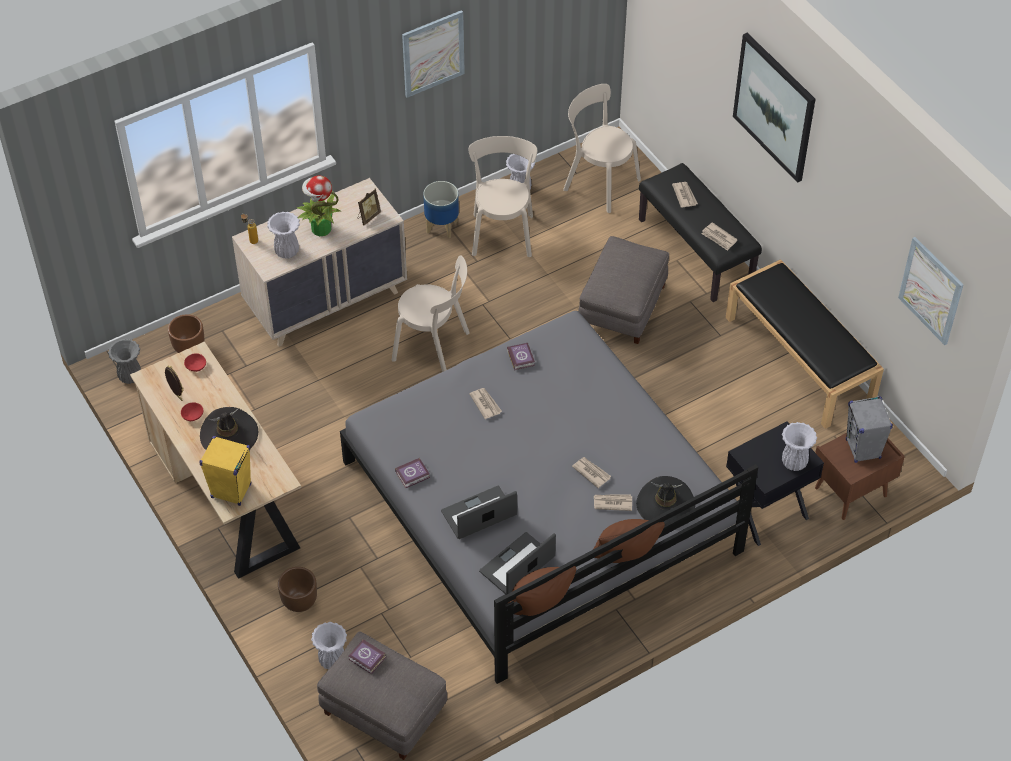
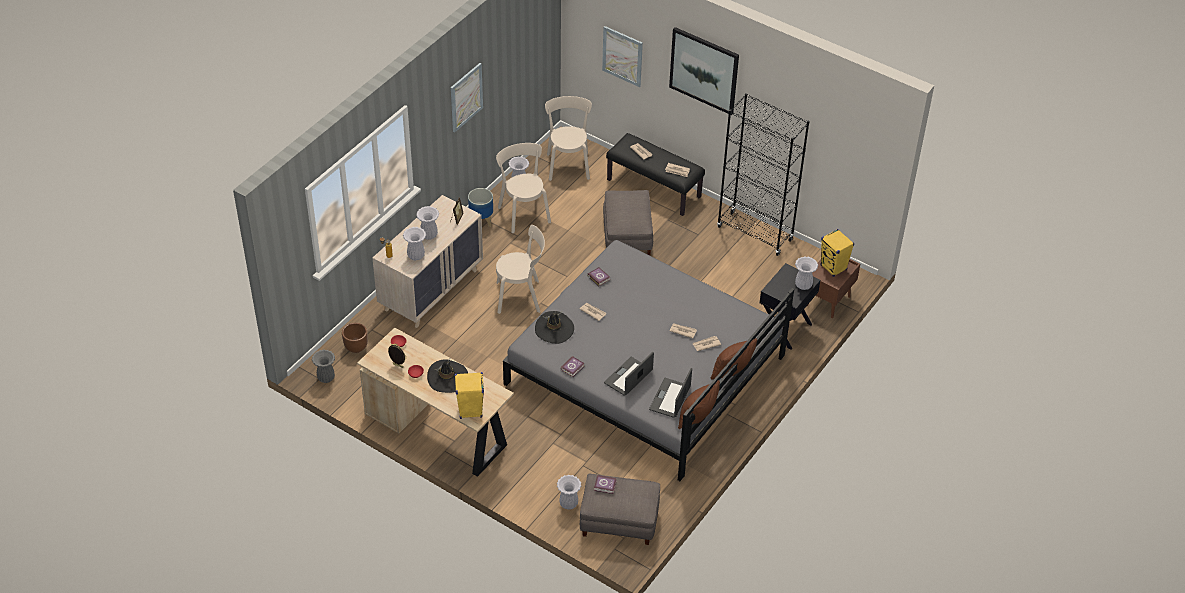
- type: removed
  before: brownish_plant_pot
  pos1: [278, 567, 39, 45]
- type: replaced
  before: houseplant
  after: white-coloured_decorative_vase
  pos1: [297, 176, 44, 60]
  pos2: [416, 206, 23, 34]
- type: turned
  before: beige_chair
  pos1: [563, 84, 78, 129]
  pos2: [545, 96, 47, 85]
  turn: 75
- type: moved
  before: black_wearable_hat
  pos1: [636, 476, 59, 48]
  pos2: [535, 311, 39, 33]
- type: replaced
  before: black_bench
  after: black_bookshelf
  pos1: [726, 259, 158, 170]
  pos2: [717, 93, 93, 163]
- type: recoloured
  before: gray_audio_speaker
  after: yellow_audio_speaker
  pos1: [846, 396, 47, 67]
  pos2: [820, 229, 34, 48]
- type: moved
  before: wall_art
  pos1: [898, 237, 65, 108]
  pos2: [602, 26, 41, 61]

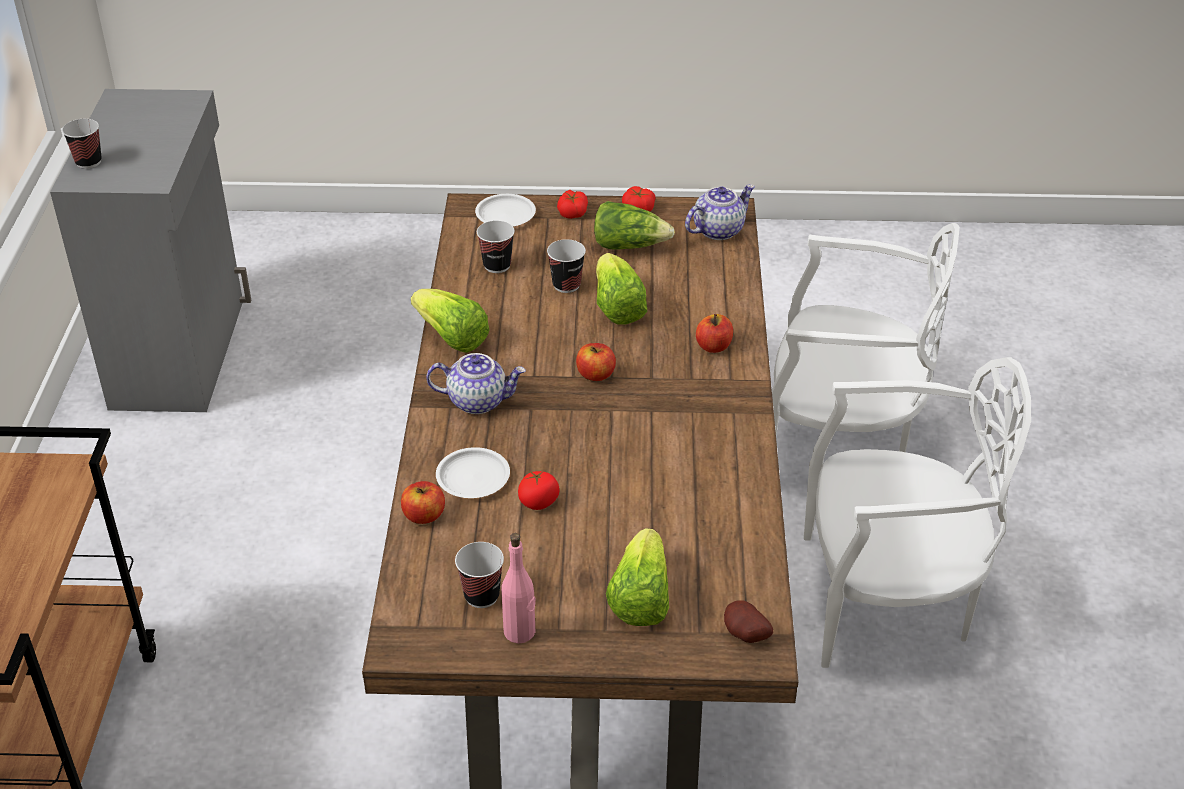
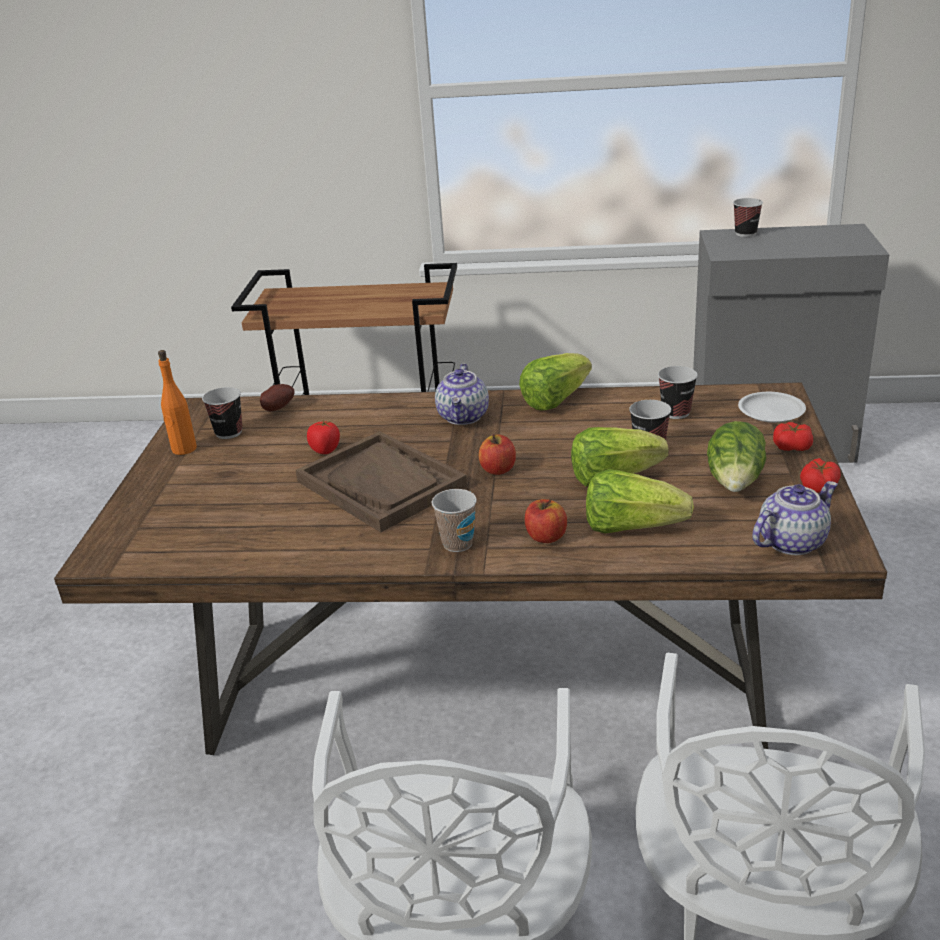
- type: removed
  before: whole_apple
  pos1: [401, 481, 44, 43]
- type: removed
  before: white-coloured_dinner_plate
  pos1: [436, 447, 74, 51]
- type: recoloured
  before: pink-coloured_beverage_bottle
  after: orange_beverage_bottle
  pos1: [501, 533, 35, 110]
  pos2: [158, 350, 39, 105]
- type: moved
  before: lettuce
  pos1: [606, 528, 63, 98]
  pos2: [586, 469, 108, 65]
- type: turned
  before: teapot
  pos1: [685, 184, 70, 56]
  pos2: [752, 481, 86, 74]
  turn: -90
- type: moved
  before: potato
  pos1: [724, 600, 49, 43]
  pos2: [260, 384, 34, 28]
- type: added
  after: brownish_tray
  pos2: [296, 431, 171, 101]
- type: added
  after: cup
  pos2: [432, 489, 45, 63]

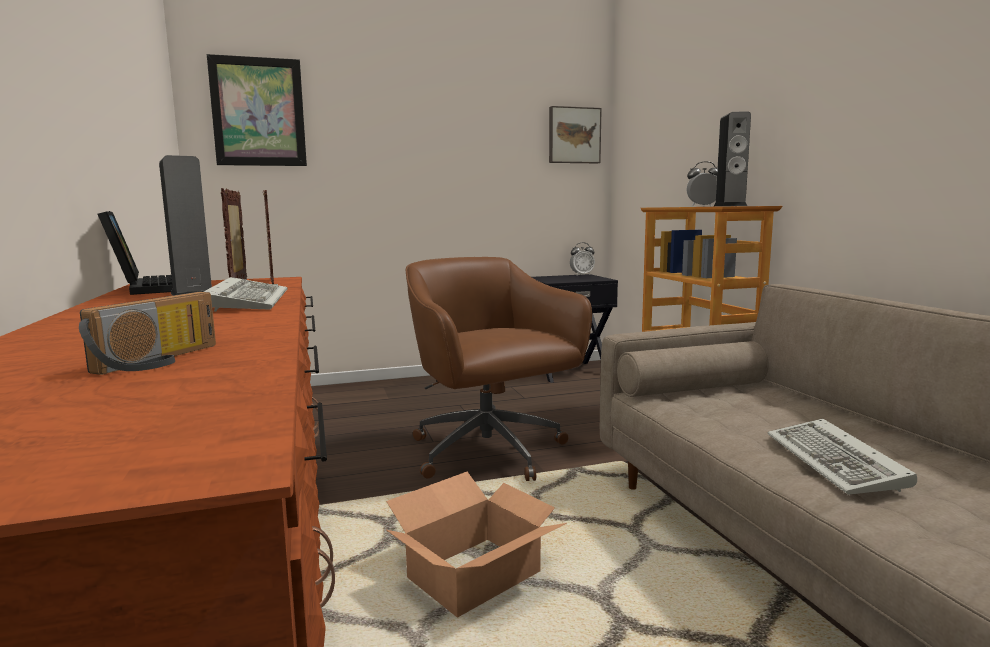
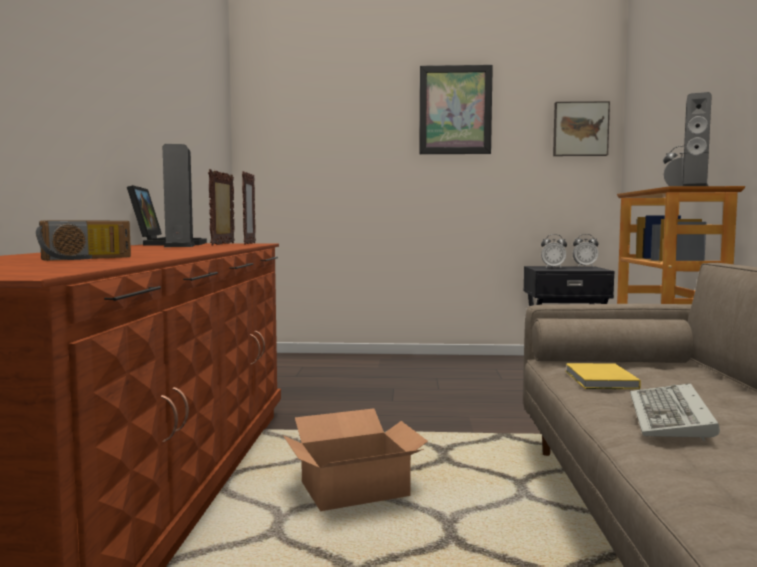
- type: removed
  before: keyboard
  pos1: [204, 277, 83, 35]
- type: moved
  before: wall_art
  pos1: [207, 54, 100, 112]
  pos2: [419, 65, 74, 89]
- type: removed
  before: brownish_desk_chair
  pos1: [406, 257, 186, 224]
- type: added
  after: bedside_clock
  pos2: [541, 234, 26, 34]
- type: added
  after: yellow_volume
  pos2: [565, 363, 76, 26]

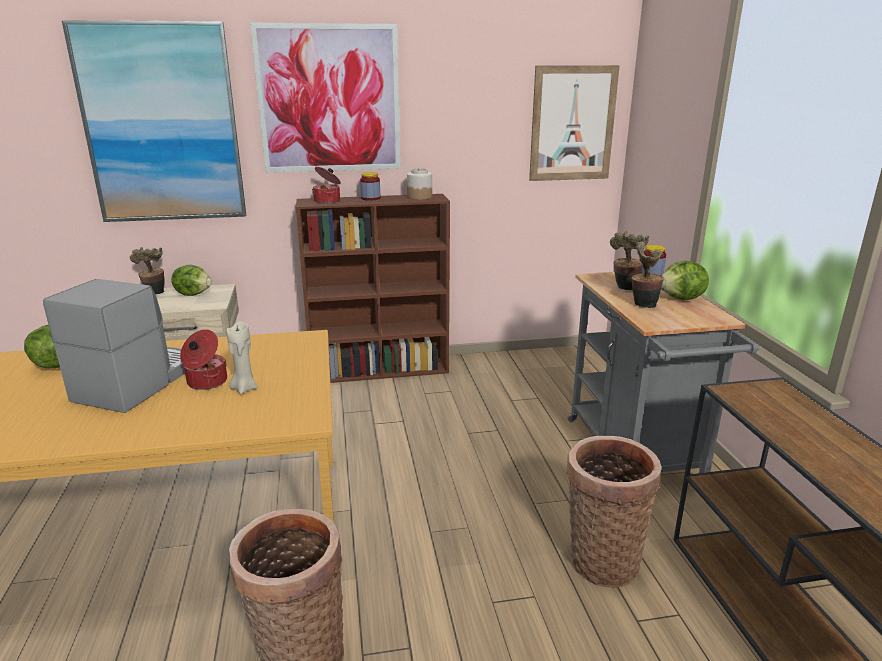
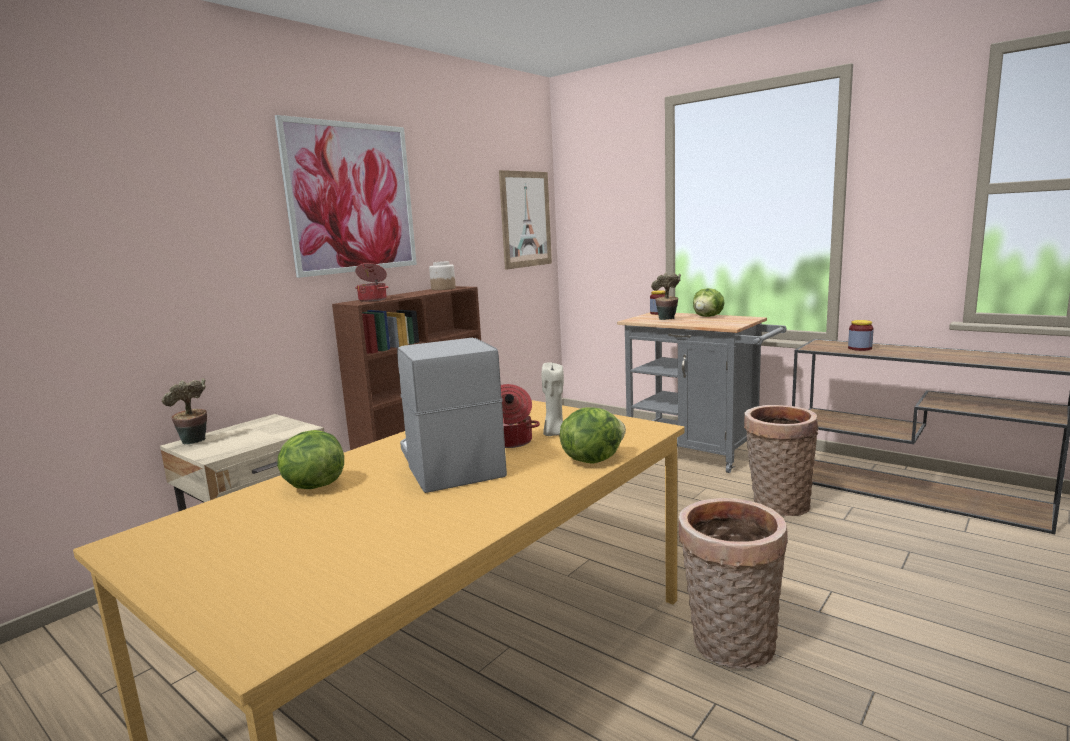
- type: removed
  before: wall_art
  pos1: [62, 20, 184, 202]
- type: moved
  before: lettuce
  pos1: [171, 264, 41, 32]
  pos2: [560, 407, 66, 57]
- type: moved
  before: preserve_jar
  pos1: [360, 172, 20, 28]
  pos2: [848, 320, 26, 31]
- type: removed
  before: houseplant
  pos1: [631, 241, 33, 67]

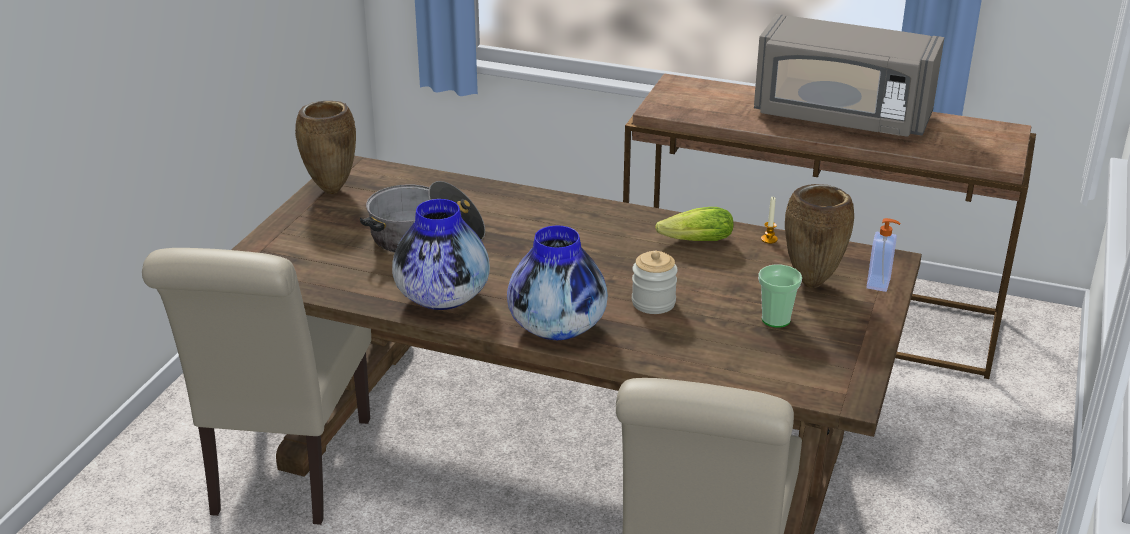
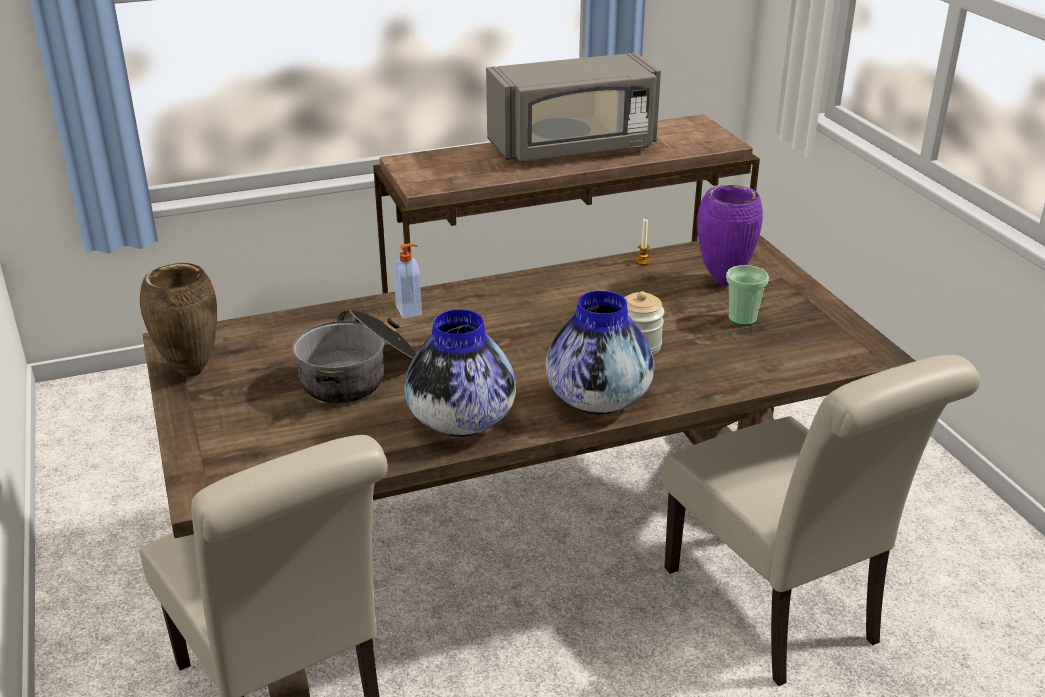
- type: removed
  before: lettuce
  pos1: [655, 207, 79, 34]
- type: recoloured
  before: brownish_decorative_vase
  after: purple-coloured_decorative_vase
  pos1: [785, 184, 69, 104]
  pos2: [697, 185, 66, 100]
- type: moved
  before: soap_dispenser
  pos1: [867, 218, 33, 74]
  pos2: [393, 243, 29, 75]

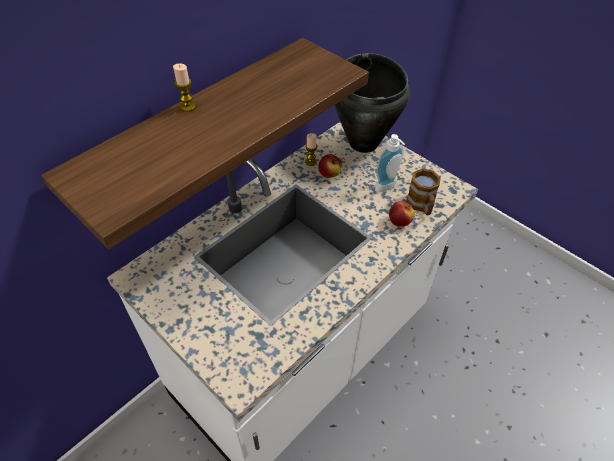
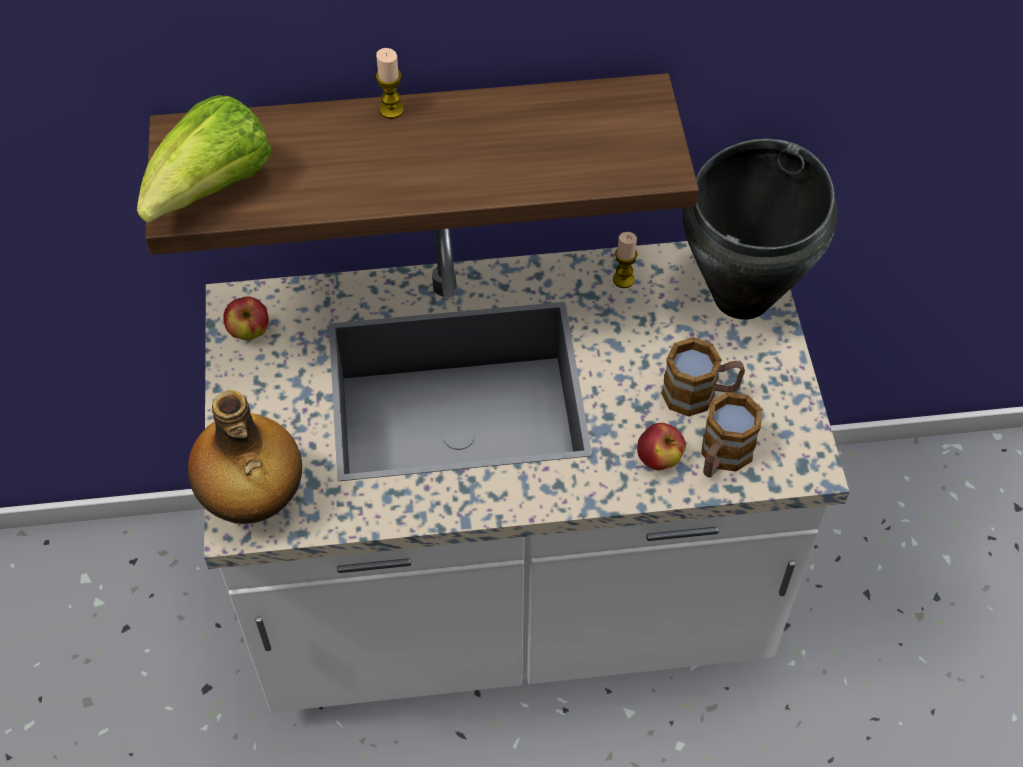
- type: moved
  before: whole_apple
  pos1: [318, 154, 24, 24]
  pos2: [223, 296, 46, 45]
- type: replaced
  before: soap_dispenser
  after: tea_mug
  pos1: [375, 134, 30, 58]
  pos2: [661, 337, 84, 80]
- type: added
  after: lettuce
  pos2: [137, 95, 134, 128]
- type: added
  after: beverage_bottle
  pos2: [188, 390, 114, 134]

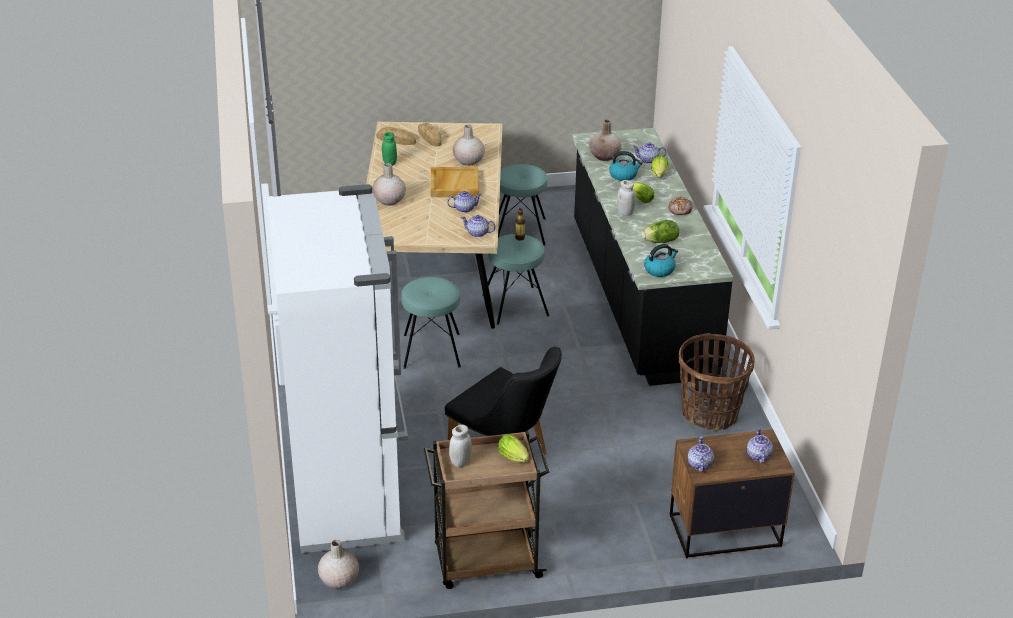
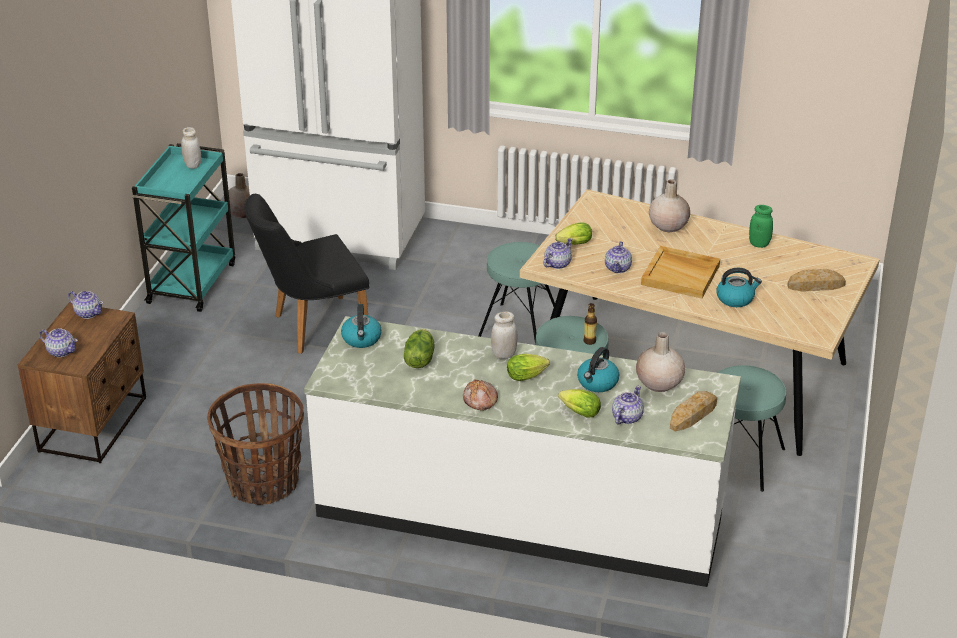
- type: moved
  before: bread
  pos1: [376, 127, 40, 18]
  pos2: [670, 391, 47, 40]
- type: recoloured
  before: brownish_cart
  after: turquoise-coloured_cart
  pos1: [424, 431, 125, 158]
  pos2: [132, 143, 103, 169]
- type: replaced
  before: beige_decorative_vase
  after: tea_kettle
  pos1: [453, 125, 32, 41]
  pos2: [717, 268, 45, 39]
- type: moved
  before: lettuce
  pos1: [498, 434, 32, 28]
  pos2: [555, 222, 37, 23]
- type: recoloured
  before: black_kitchen_base_unit
  after: white-coloured_kitchen_base_unit
  pos1: [572, 128, 161, 258]
  pos2: [304, 316, 437, 271]

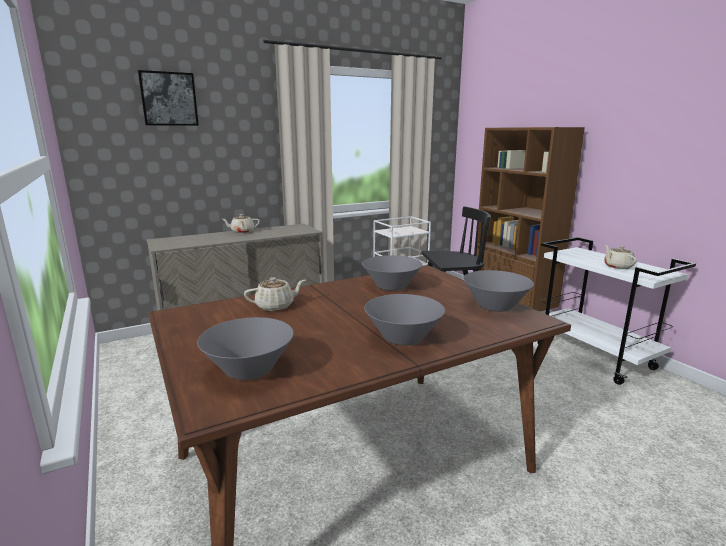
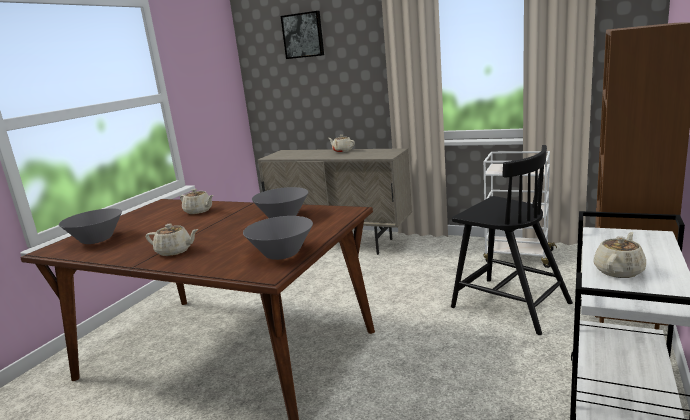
- type: replaced
  before: gray_bowl
  after: beige_teapot
  pos1: [364, 294, 81, 51]
  pos2: [146, 223, 53, 33]

